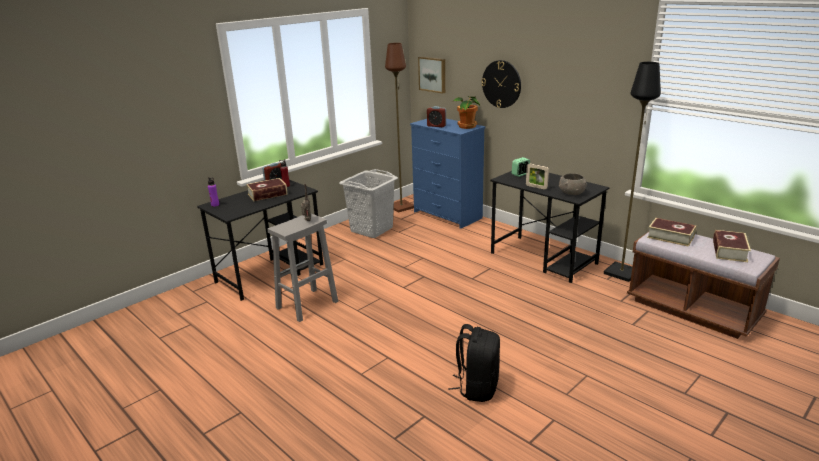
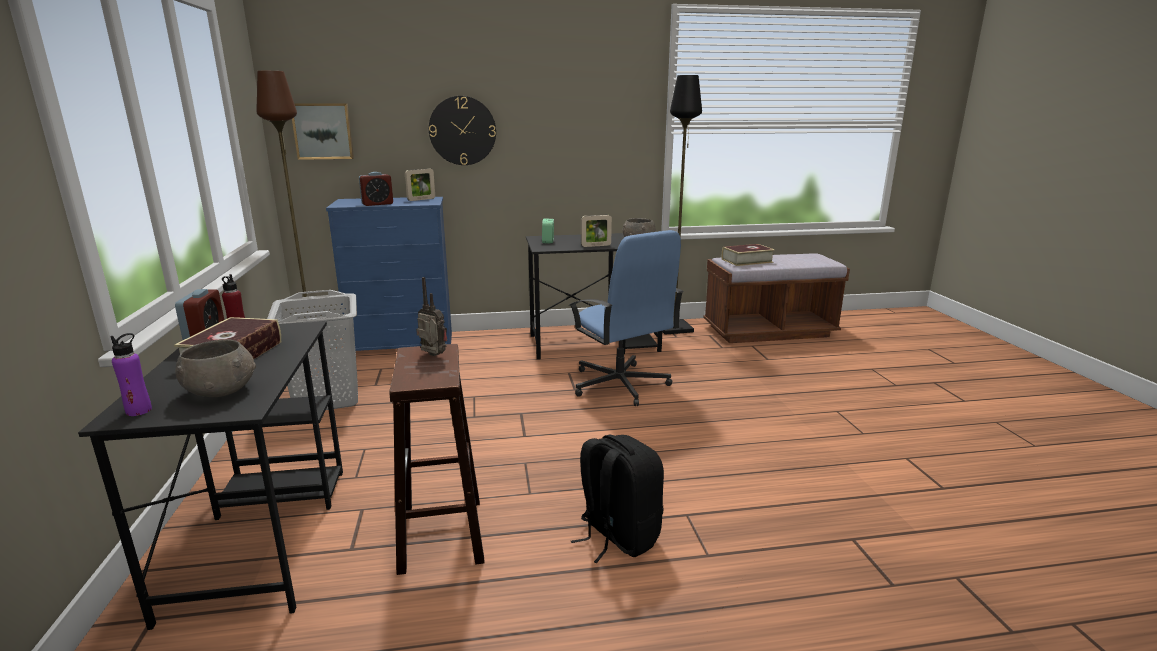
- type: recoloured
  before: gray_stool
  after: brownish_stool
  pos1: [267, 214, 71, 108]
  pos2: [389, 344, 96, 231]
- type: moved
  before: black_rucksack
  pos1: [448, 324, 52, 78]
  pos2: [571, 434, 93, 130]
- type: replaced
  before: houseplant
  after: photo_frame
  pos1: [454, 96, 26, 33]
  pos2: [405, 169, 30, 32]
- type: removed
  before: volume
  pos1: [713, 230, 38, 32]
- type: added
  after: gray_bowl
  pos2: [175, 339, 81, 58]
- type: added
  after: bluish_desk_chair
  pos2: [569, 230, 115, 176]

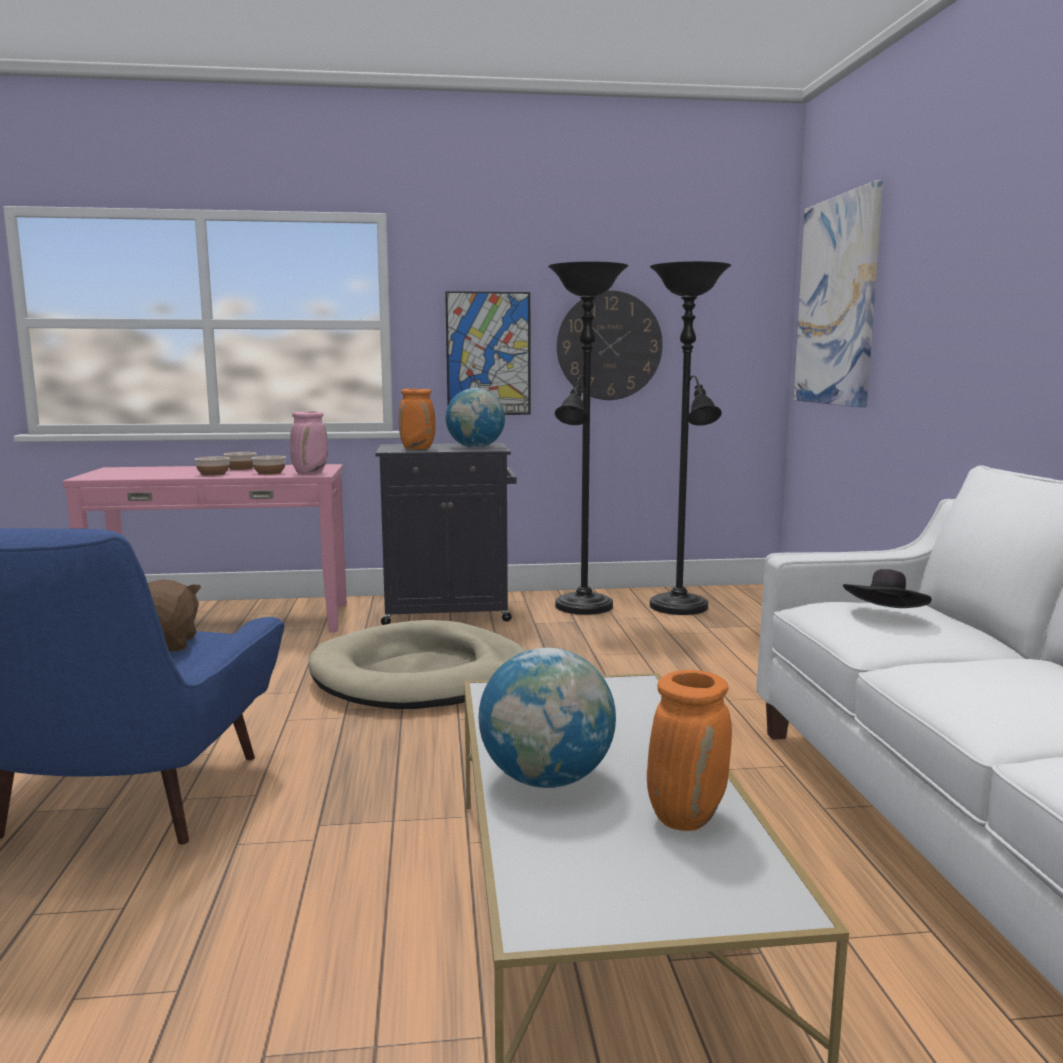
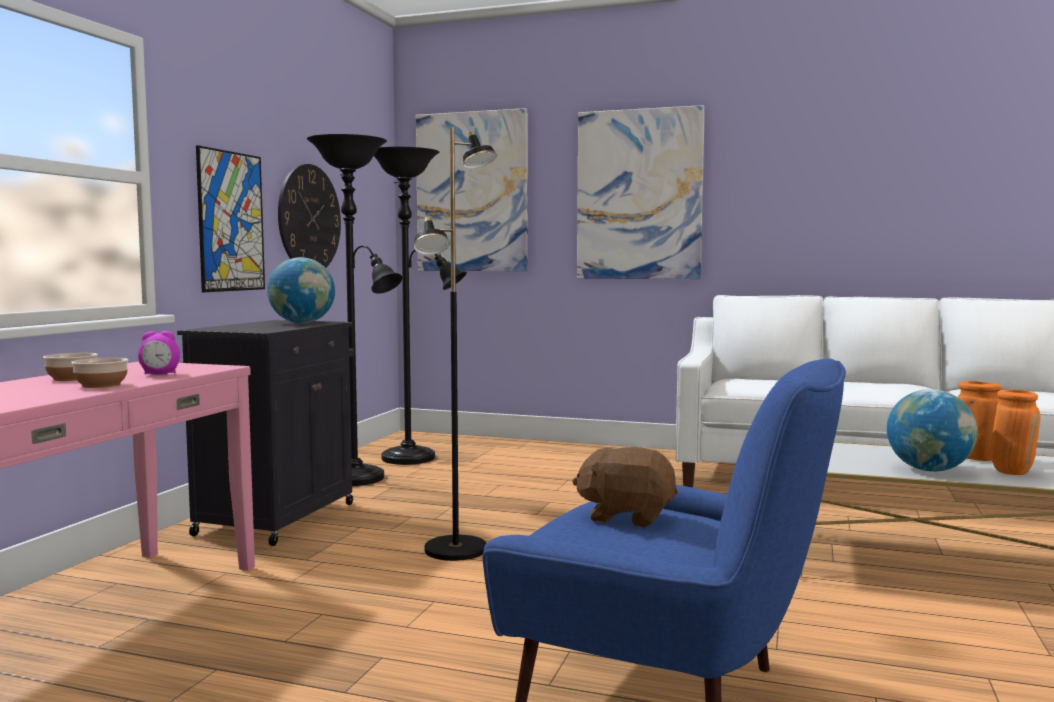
- type: replaced
  before: bowl
  after: bedside_clock
  pos1: [252, 455, 34, 20]
  pos2: [138, 331, 42, 44]
- type: removed
  before: pink-coloured_decorative_vase
  pos1: [290, 411, 38, 63]
- type: replaced
  before: beige_dog_bed
  after: black_standing_lamp
  pos1: [308, 620, 218, 89]
  pos2: [414, 127, 83, 434]
- type: moved
  before: orange_decorative_vase
  pos1: [399, 388, 37, 61]
  pos2: [990, 390, 51, 85]
- type: removed
  before: black_wearable_hat
  pos1: [843, 569, 89, 39]
- type: added
  after: wall_art
  pos2: [577, 105, 128, 174]

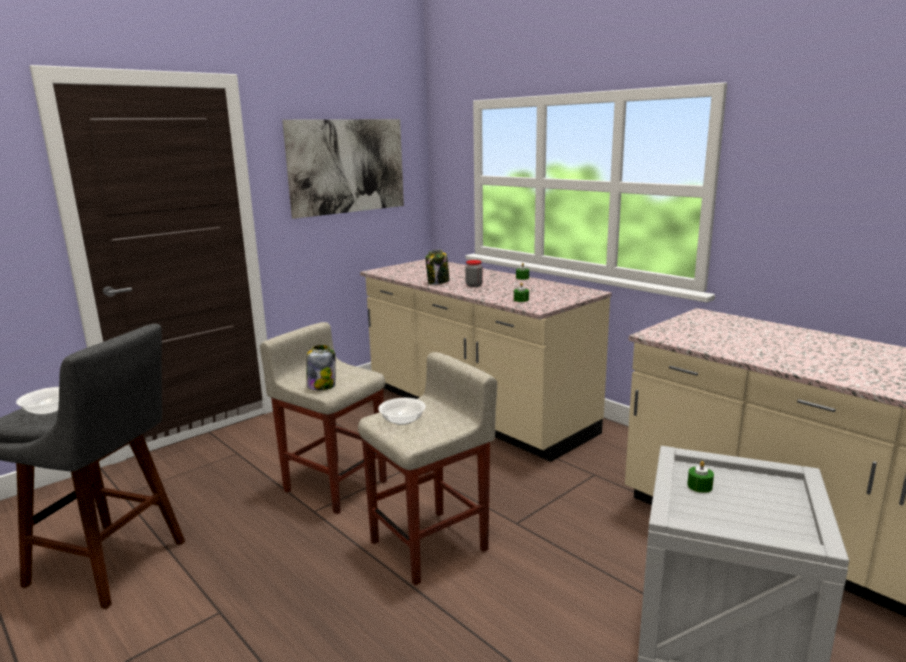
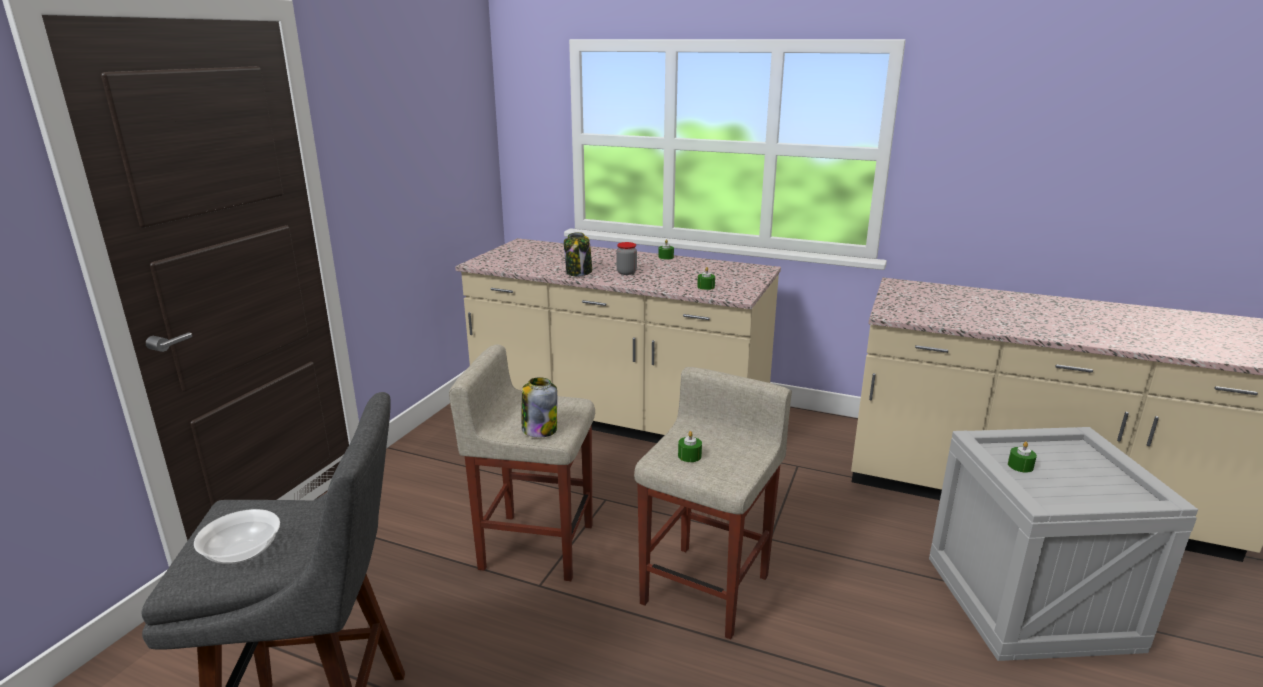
- type: removed
  before: wall_art
  pos1: [282, 119, 122, 100]
- type: replaced
  before: bowl
  after: green_wax_candle
  pos1: [378, 398, 48, 27]
  pos2: [678, 431, 24, 31]

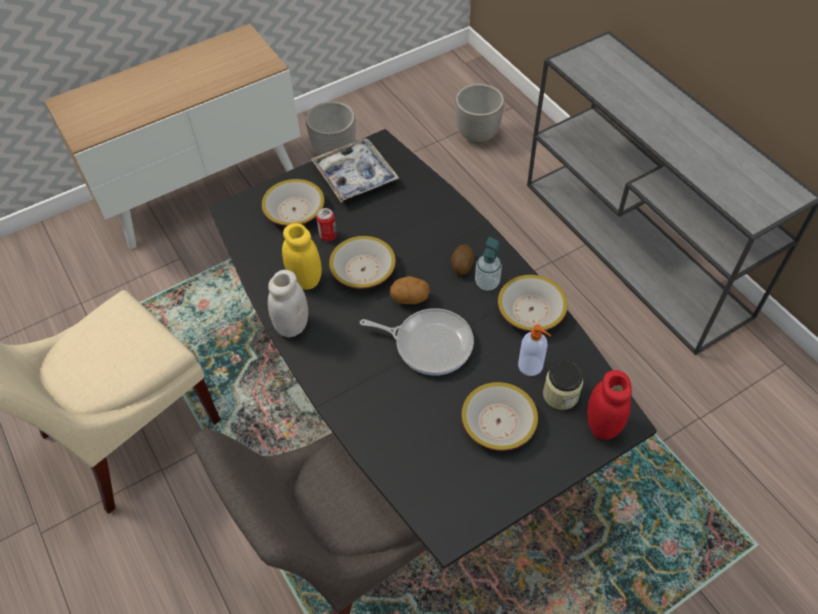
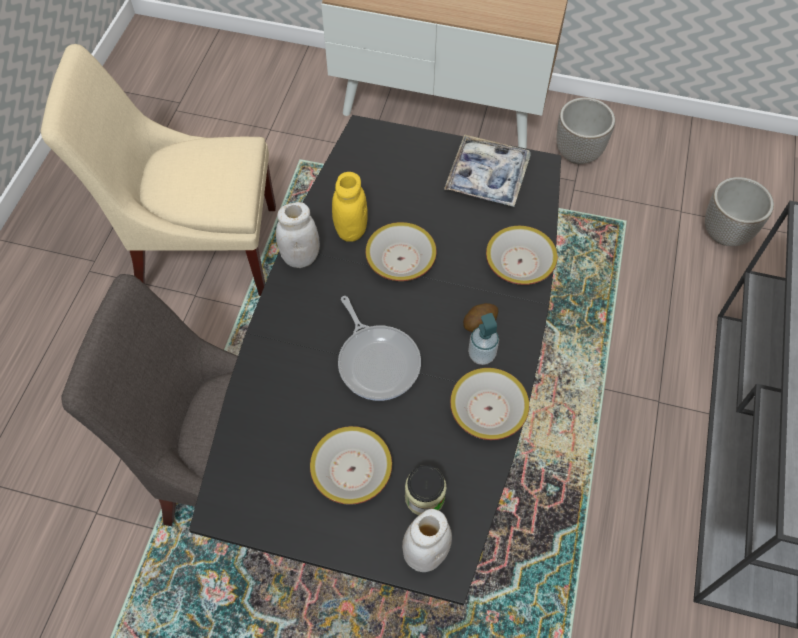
- type: moved
  before: bowl
  pos1: [262, 179, 63, 47]
  pos2: [486, 226, 71, 59]
- type: removed
  before: metal_can
  pos1: [316, 208, 21, 33]
- type: removed
  before: potato
  pos1: [390, 276, 40, 28]
- type: removed
  before: soap_dispenser
  pos1: [518, 324, 33, 52]
- type: recoloured
  before: red_preserve_jar
  after: white-coloured_preserve_jar
  pos1: [587, 370, 45, 70]
  pos2: [402, 509, 50, 63]

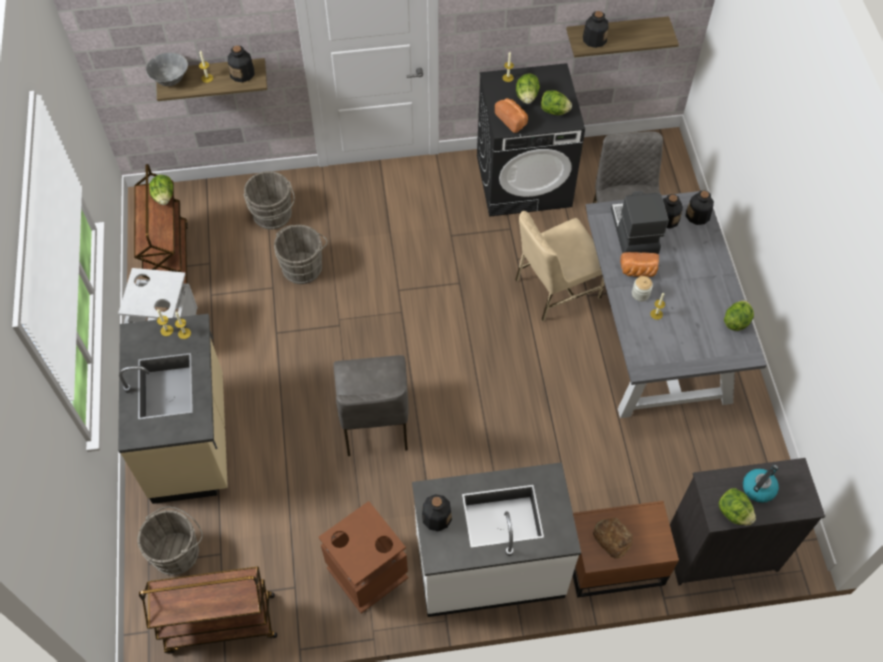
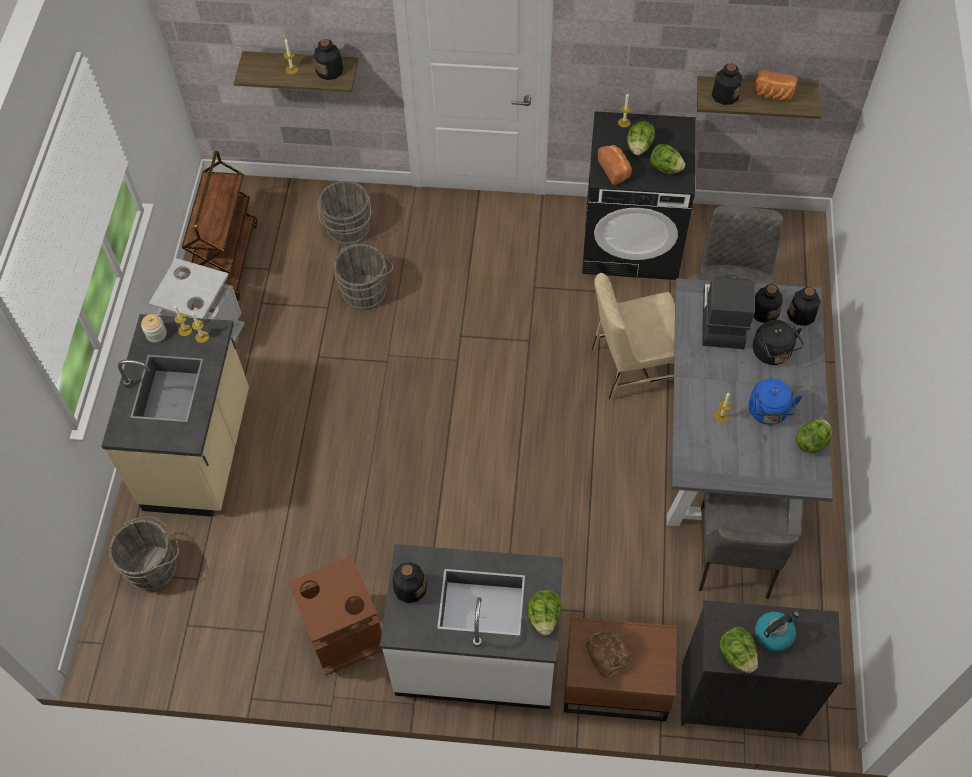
- type: removed
  before: brownish_cart
  pos1: [139, 567, 138, 87]
- type: removed
  before: gray_bowl
  pos1: [146, 53, 42, 33]
- type: moved
  before: lettuce
  pos1: [149, 175, 24, 30]
  pos2: [528, 590, 34, 45]
- type: moved
  before: gray_chair
  pos1: [334, 355, 74, 101]
  pos2: [699, 492, 100, 107]
- type: moved
  before: bread
  pos1: [620, 252, 39, 25]
  pos2: [755, 70, 43, 31]
- type: moved
  before: preserve_jar
  pos1: [632, 276, 21, 25]
  pos2: [141, 314, 26, 29]
- type: added
  after: bluish_tea_kettle
  pos2: [749, 378, 53, 47]
- type: added
  after: black_tea_kettle
  pos2: [753, 320, 51, 45]

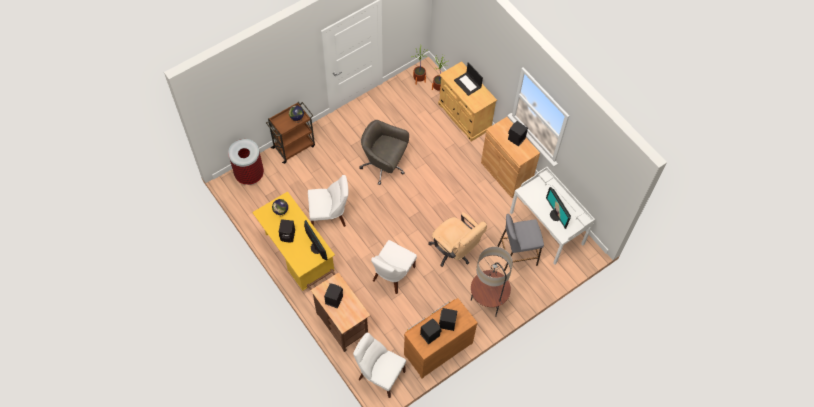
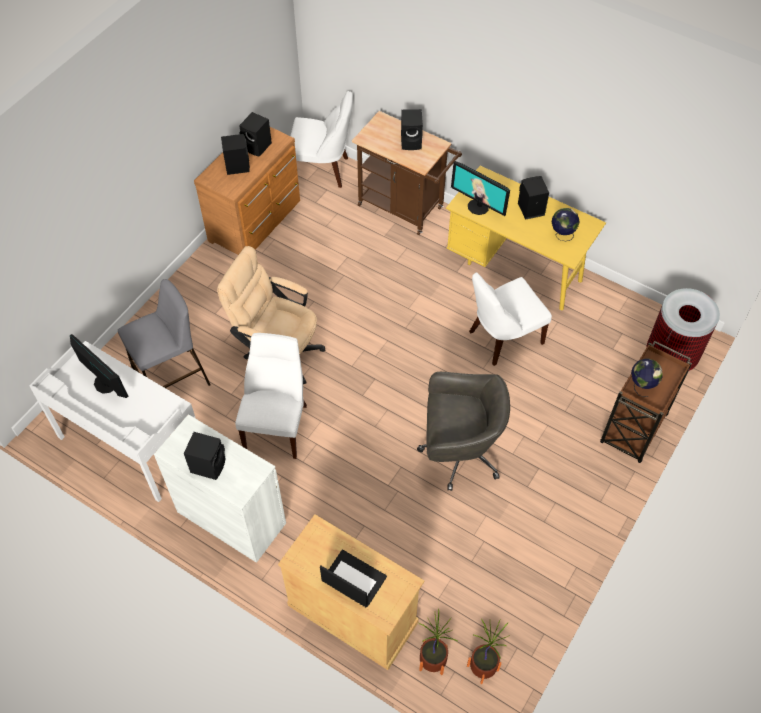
- type: moved
  before: white-coloured_chair
  pos1: [371, 240, 46, 54]
  pos2: [235, 333, 72, 126]
- type: removed
  before: standing_lamp
  pos1: [471, 246, 42, 71]
- type: recoloured
  before: brownish_storage_cabinet
  after: white-coloured_storage_cabinet
  pos1: [481, 117, 59, 81]
  pos2: [154, 414, 132, 149]

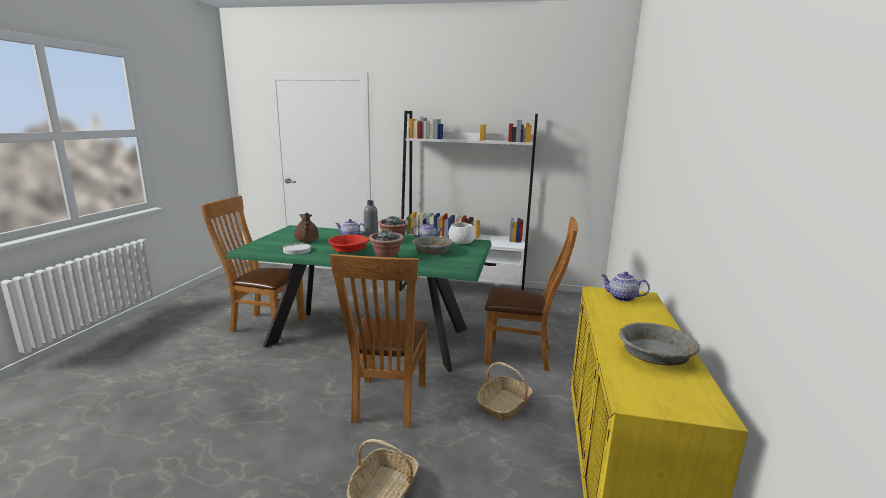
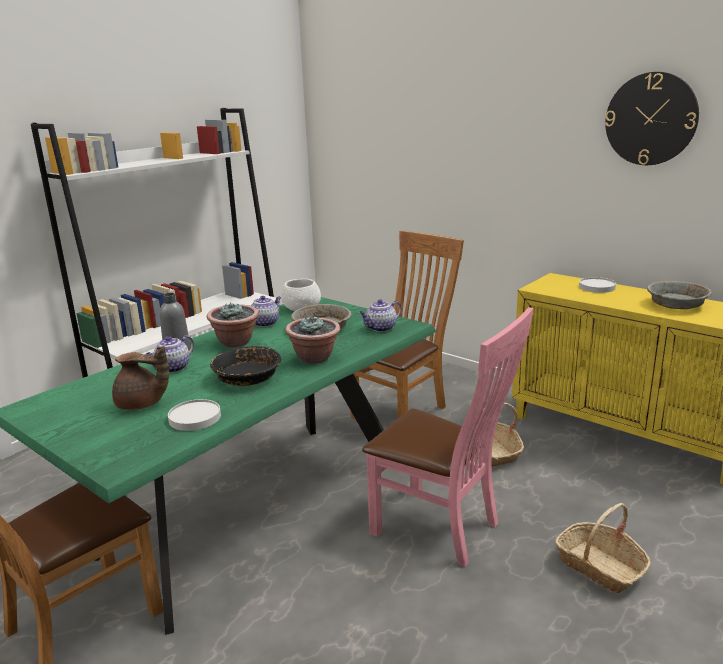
- type: recoloured
  before: red_bowl
  after: black_bowl
  pos1: [328, 235, 42, 18]
  pos2: [210, 346, 71, 40]
- type: recoloured
  before: brownish_chair
  after: pink-coloured_chair
  pos1: [330, 254, 98, 174]
  pos2: [362, 307, 172, 260]
- type: moved
  before: teapot
  pos1: [601, 272, 49, 30]
  pos2: [359, 299, 43, 33]
- type: added
  after: white-coloured_dinner_plate
  pos2: [579, 277, 37, 16]
- type: added
  after: hanging_clock
  pos2: [605, 72, 94, 93]

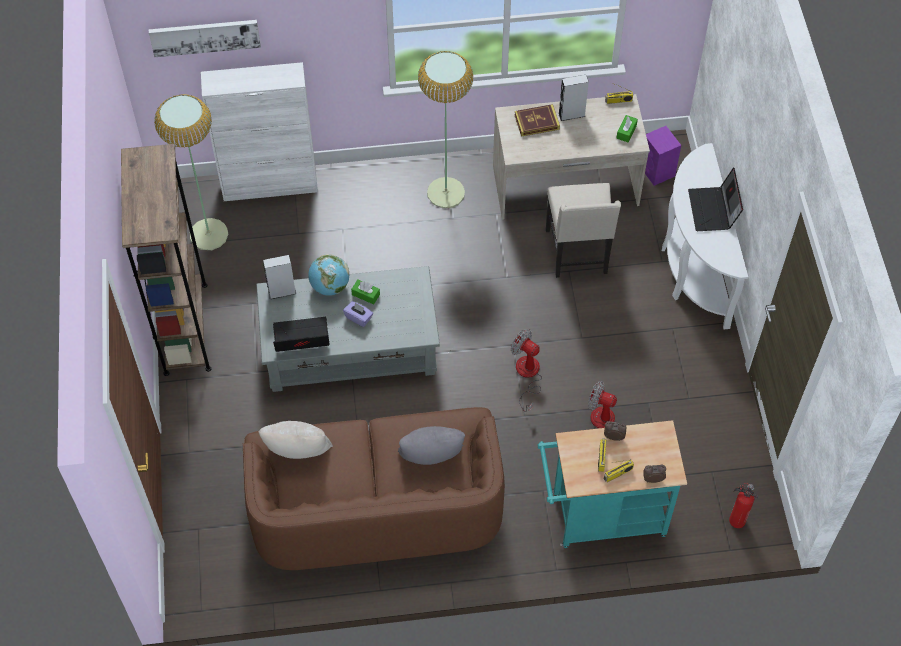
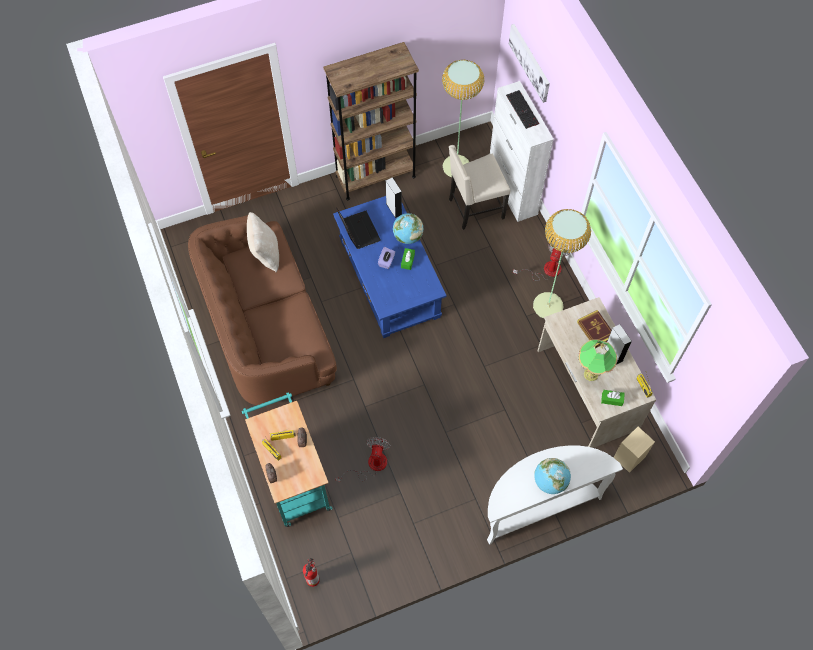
- type: recoloured
  before: gray_lounge_table
  after: bluish_lounge_table
  pos1: [256, 266, 184, 126]
  pos2: [333, 196, 114, 142]
- type: removed
  before: gray_cushion
  pos1: [398, 426, 67, 39]
- type: moved
  before: cooling_fan
  pos1: [511, 329, 31, 83]
  pos2: [513, 241, 56, 40]
- type: moved
  before: beige_chair
  pos1: [546, 183, 75, 95]
  pos2: [449, 145, 61, 85]
- type: recoloured
  before: purple-coloured_audio_speaker
  after: beige_audio_speaker
  pos1: [645, 126, 36, 60]
  pos2: [613, 427, 42, 46]
- type: replaced
  before: notebook_computer
  after: desk_globe
  pos1: [688, 167, 55, 64]
  pos2: [534, 458, 37, 36]
- type: added
  after: keyboard
  pos2: [506, 90, 33, 39]
- type: added
  after: table_lamp
  pos2: [578, 339, 39, 42]

